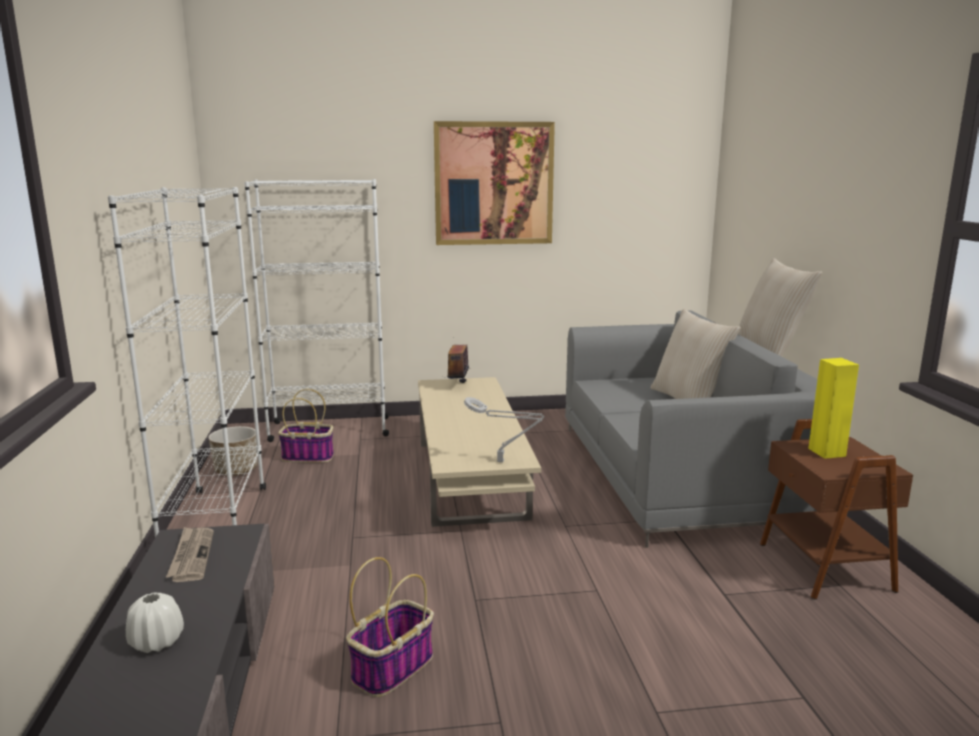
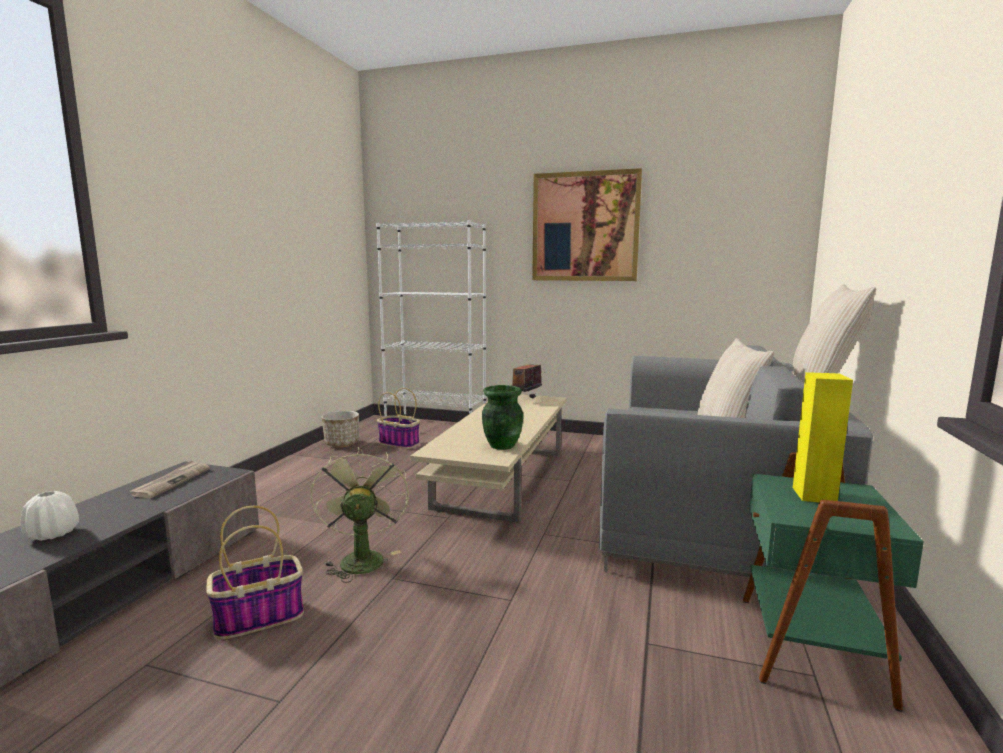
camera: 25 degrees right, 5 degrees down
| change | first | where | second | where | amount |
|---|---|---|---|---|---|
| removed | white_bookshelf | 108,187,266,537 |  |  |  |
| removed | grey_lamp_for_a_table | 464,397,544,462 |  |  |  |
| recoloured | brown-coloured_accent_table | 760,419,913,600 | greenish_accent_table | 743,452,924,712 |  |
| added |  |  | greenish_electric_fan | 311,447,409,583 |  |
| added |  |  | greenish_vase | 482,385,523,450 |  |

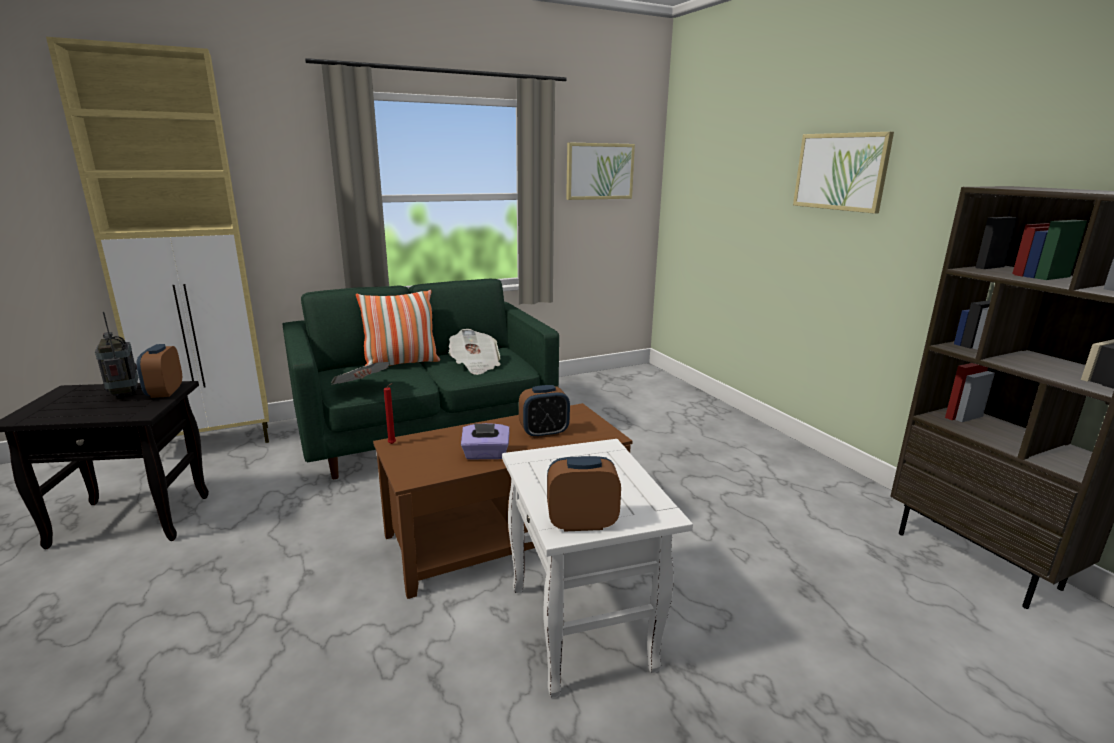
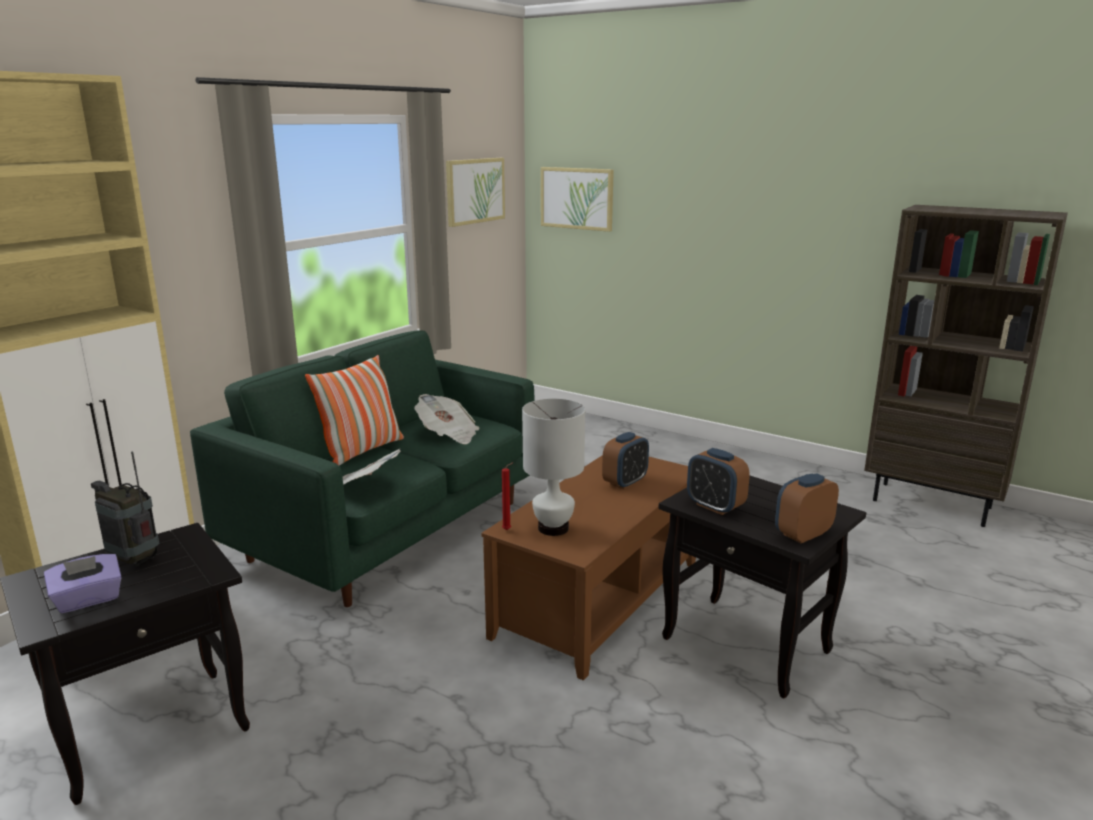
camera: 30 degrees left, 0 degrees up
| change | first | where | second | where | amount |
|---|---|---|---|---|---|
| moved | bedside_clock | 136,344,182,398 |  | 687,448,750,515 |  |
| moved | purple-coloured_tissue_box | 461,423,510,460 |  | 44,554,122,613 |  |
| recoloured | white_accent_table | 502,439,693,697 | black_accent_table | 659,476,866,699 |  |
| moved | wall_picture | 793,132,894,214 |  | 541,167,614,232 |  |
| added |  |  | white_lamp_for_a_table | 522,399,585,536 |  |

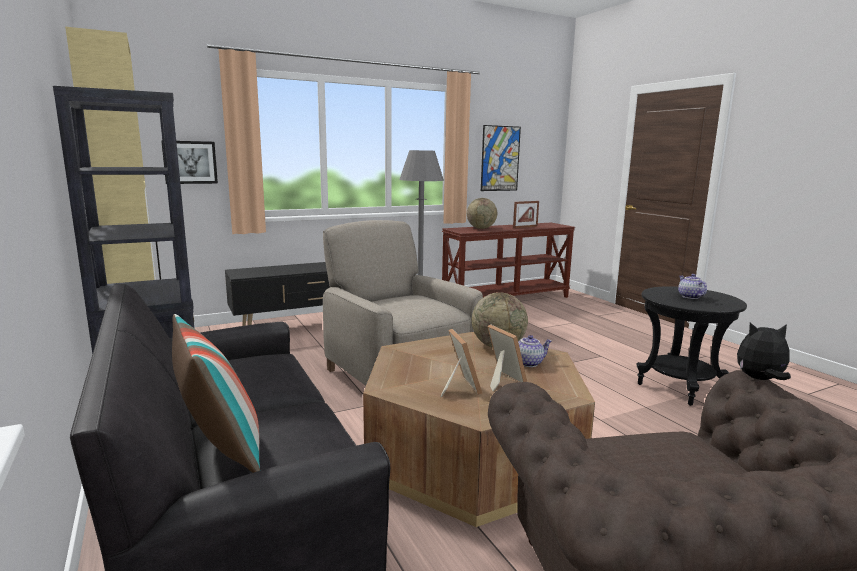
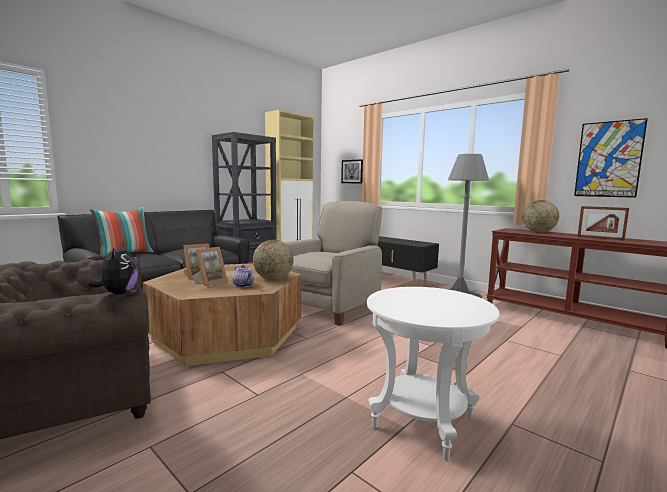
camera: 70 degrees right, 5 degrees down
| change | first | where | second | where | amount |
|---|---|---|---|---|---|
| recoloured | black_accent_table | 637,286,747,406 | white_accent_table | 367,287,499,460 |  |
| removed | tea_pot | 678,274,707,299 |  |  |  |

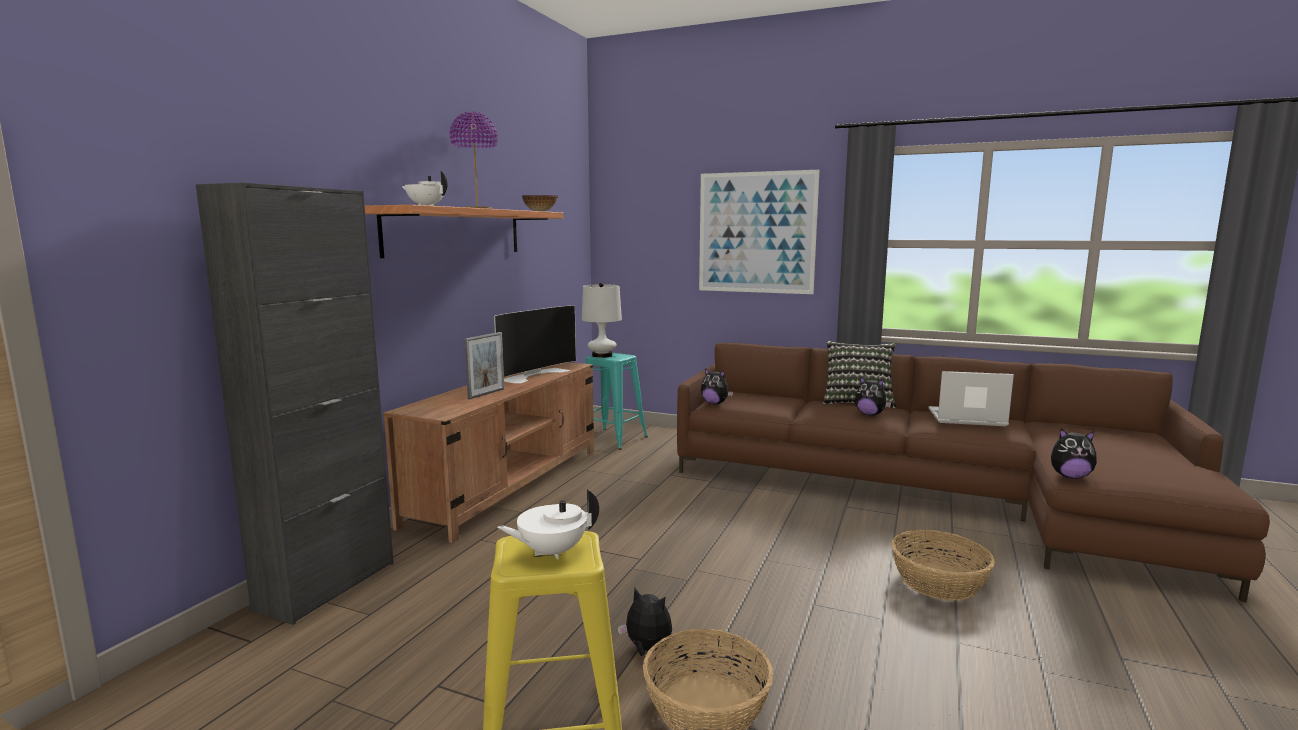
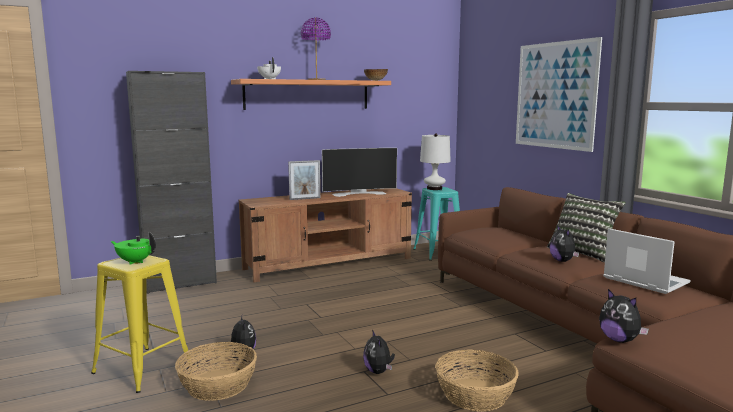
camera: 40 degrees right, 0 degrees up
| change | first | where | second | where | amount |
|---|---|---|---|---|---|
| recoloured | white_tea_pot | 497,489,599,560 | greenish_tea_pot | 111,232,156,265 |  |
| moved | plush_toy | 701,368,733,404 |  | 363,330,395,374 |  |

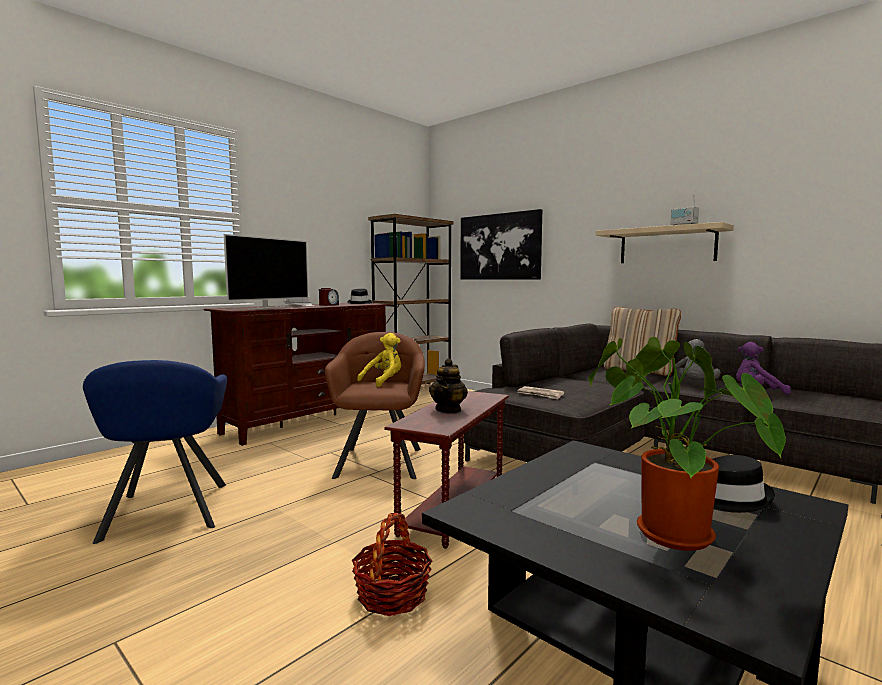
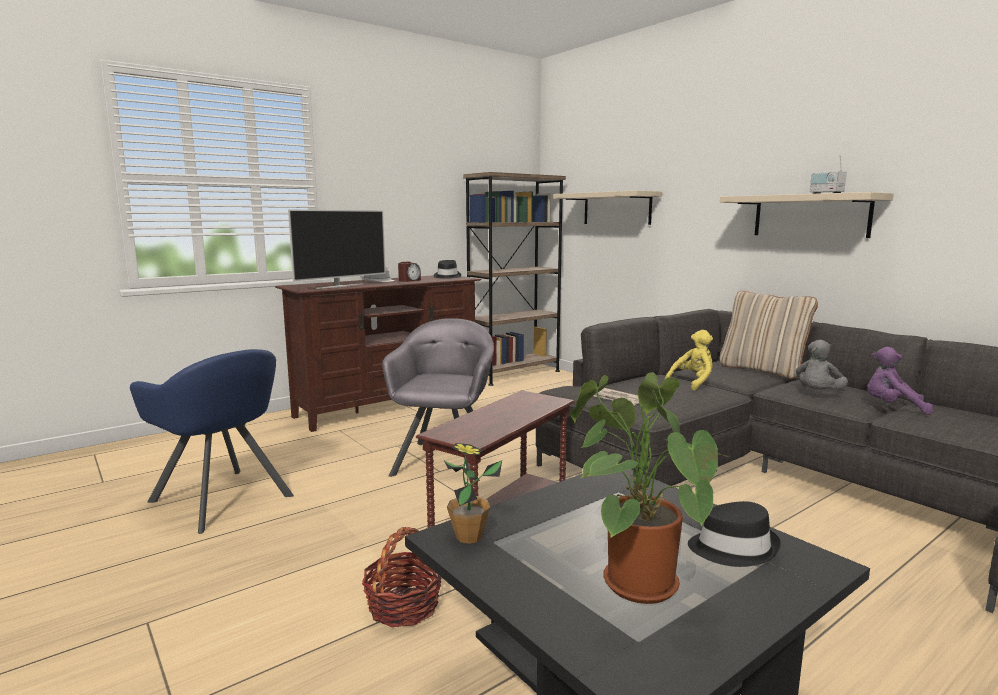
camera: 10 degrees right, 5 degrees up
| change | first | where | second | where | amount |
|---|---|---|---|---|---|
| turned | blue-coloured_lounge_chair | 83,360,227,544 |  | 130,349,294,534 | 45 degrees counterclockwise |
| recoloured | brown-coloured_lounge_chair | 325,332,425,479 | grey_lounge_chair | 382,318,494,480 |  |
| moved | yellow_plush_toy | 357,333,401,387 |  | 665,330,713,391 |  |
| removed | tea_pot | 429,358,468,414 |  |  |  |
| replaced | wall_picture | 460,209,542,280 | beige_wall_shelf | 553,190,662,225 |  |
| added |  |  | plant_in_a_pot | 444,443,502,544 |  |

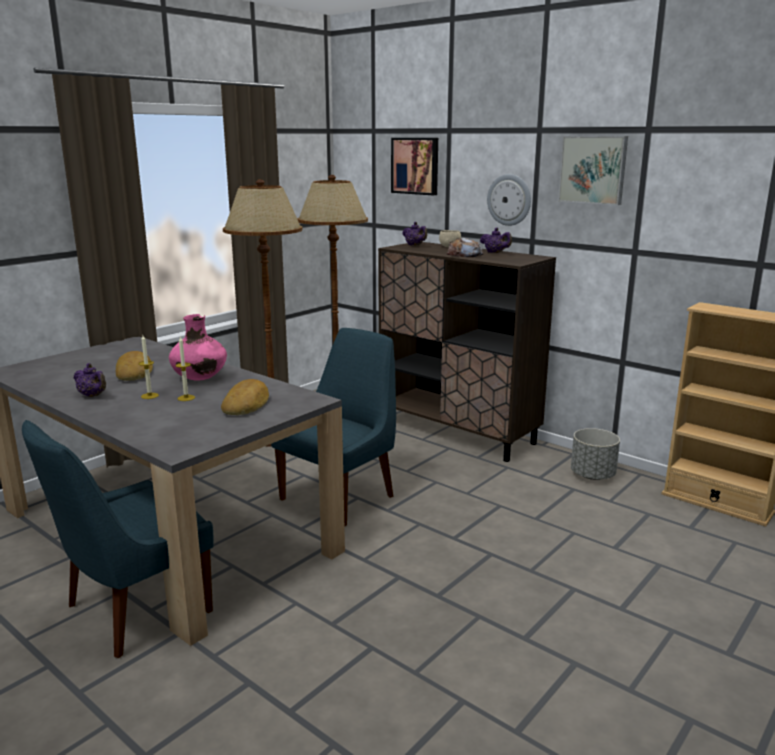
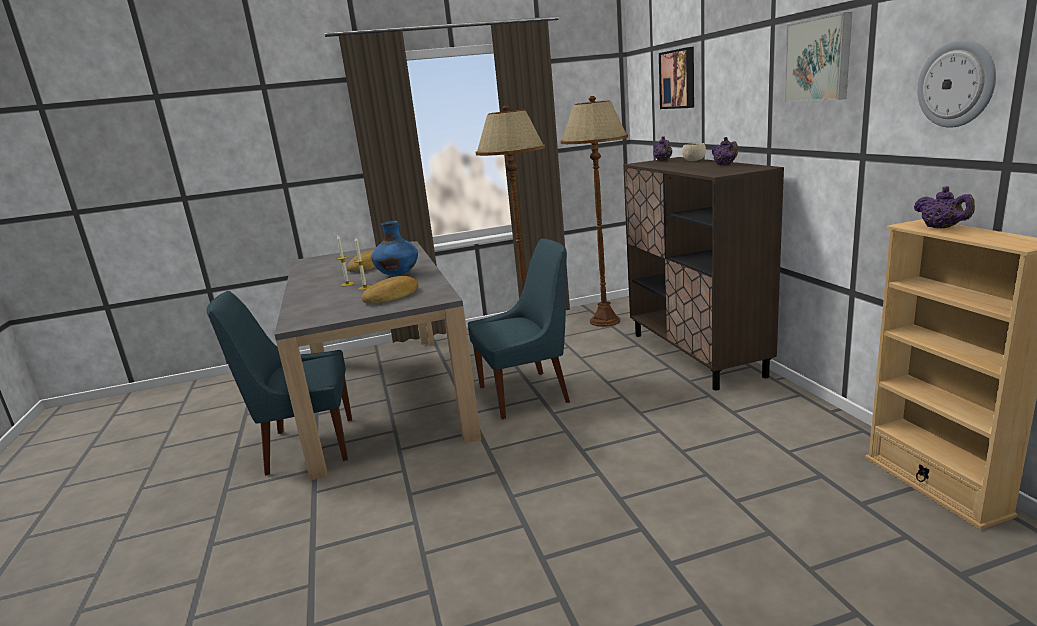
camera: 35 degrees right, 0 degrees up
| change | first | where | second | where | amount |
|---|---|---|---|---|---|
| moved | purple-coloured_tea_pot | 74,363,106,397 |  | 914,186,975,229 |  |
| recoloured | pink_vase | 169,314,227,381 | blue-coloured_vase | 371,221,418,276 |  |
| removed | bread | 447,238,483,257 |  |  |  |
| moved | hanging_clock | 487,174,531,226 |  | 917,39,996,128 |  |
| removed | grey_planter | 571,428,620,480 |  |  |  |

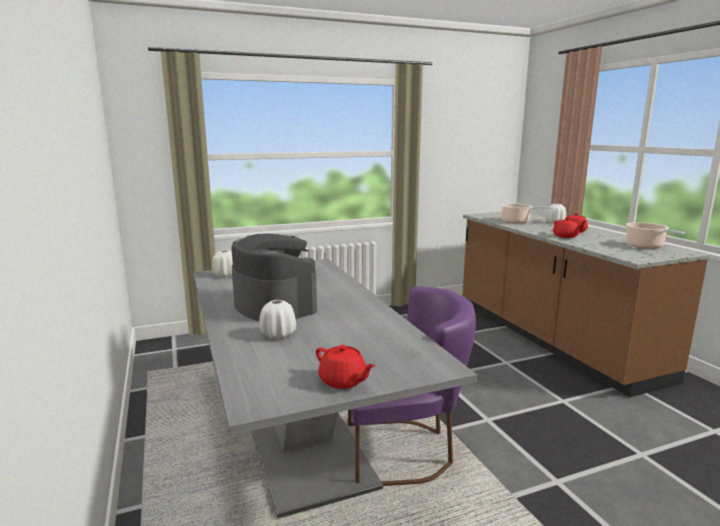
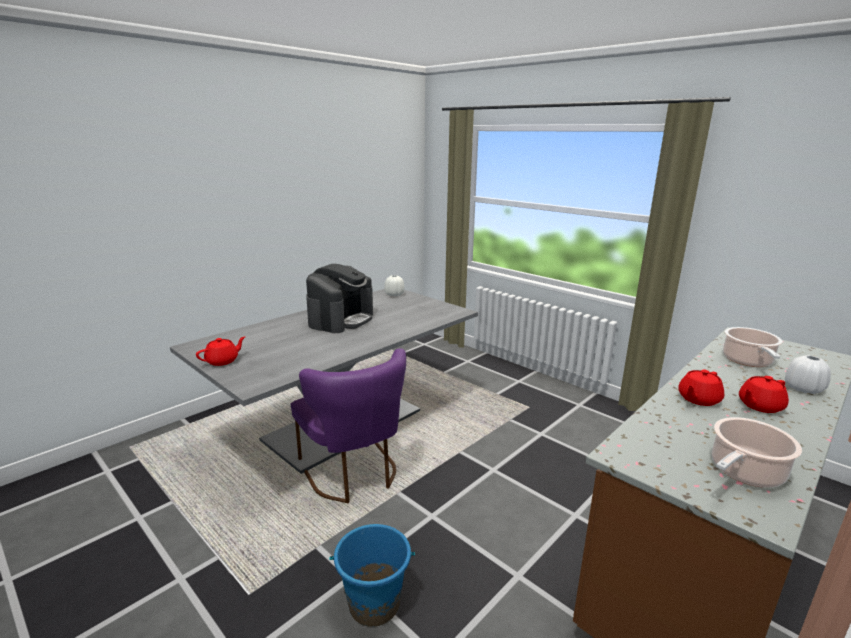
camera: 65 degrees right, 5 degrees up
| change | first | where | second | where | amount |
|---|---|---|---|---|---|
| removed | white_vase | 259,300,296,339 |  |  |  |
| turned | red-coloured_tea_pot | 316,345,375,389 |  | 196,337,245,366 | 150 degrees counterclockwise |
| added |  |  | blue-coloured_bucket | 330,524,415,627 |  |

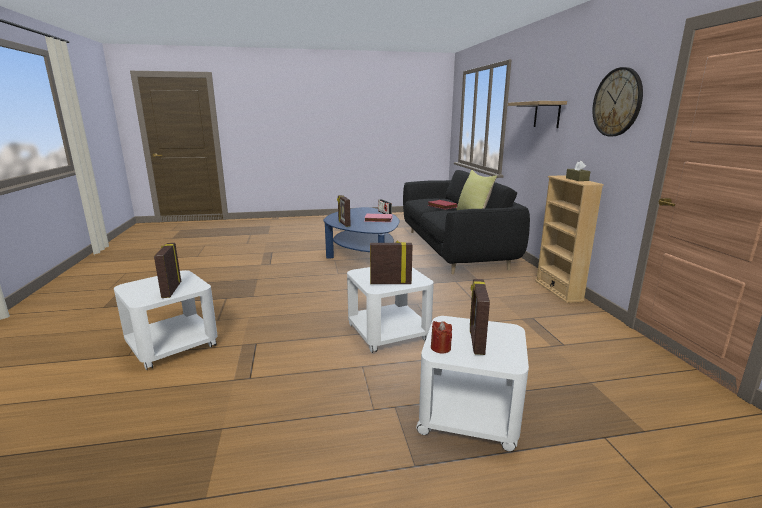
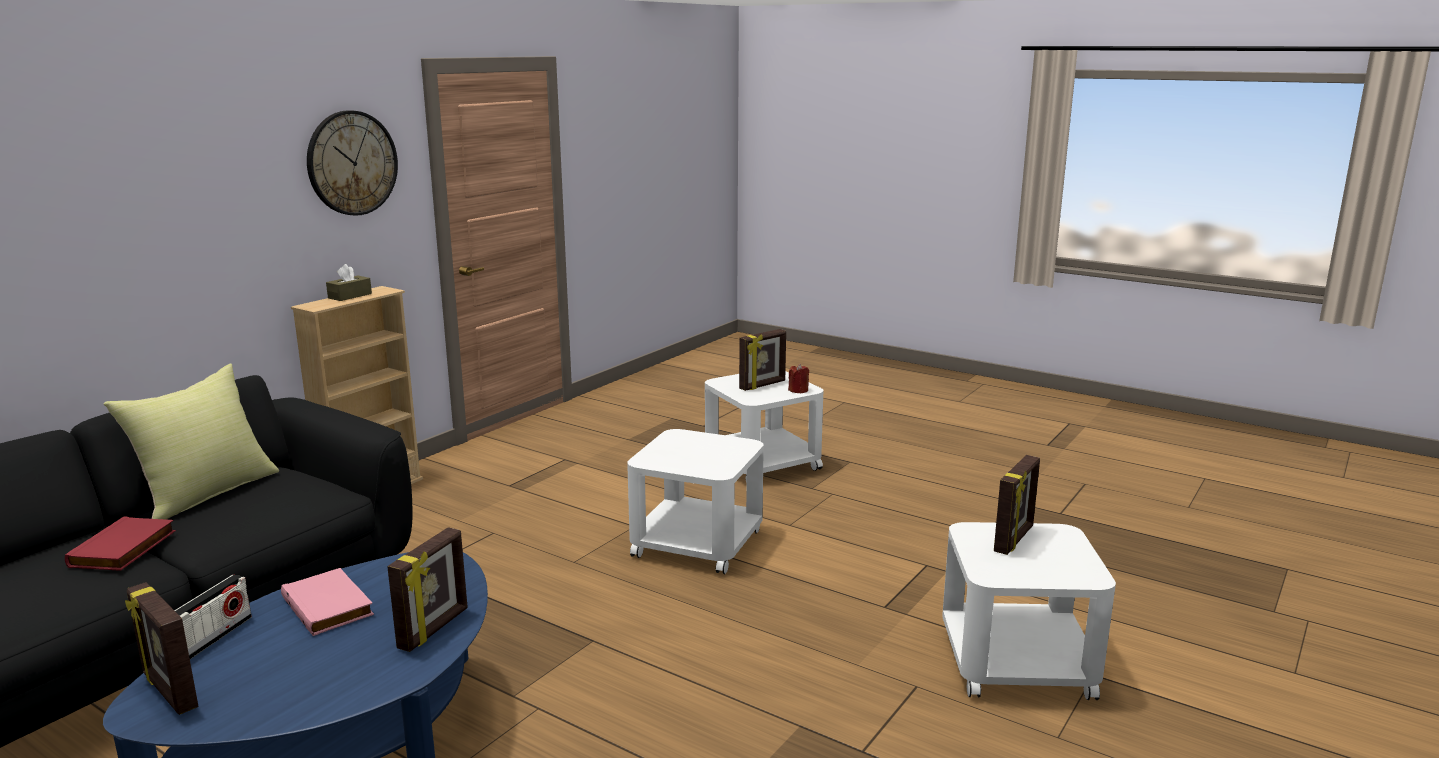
camera: 135 degrees left, 0 degrees up
| change | first | where | second | where | amount |
|---|---|---|---|---|---|
| moved | photo_frame | 370,241,412,284 |  | 125,582,198,715 |  |
| removed | wall_shelf | 508,101,567,128 |  |  |  |

